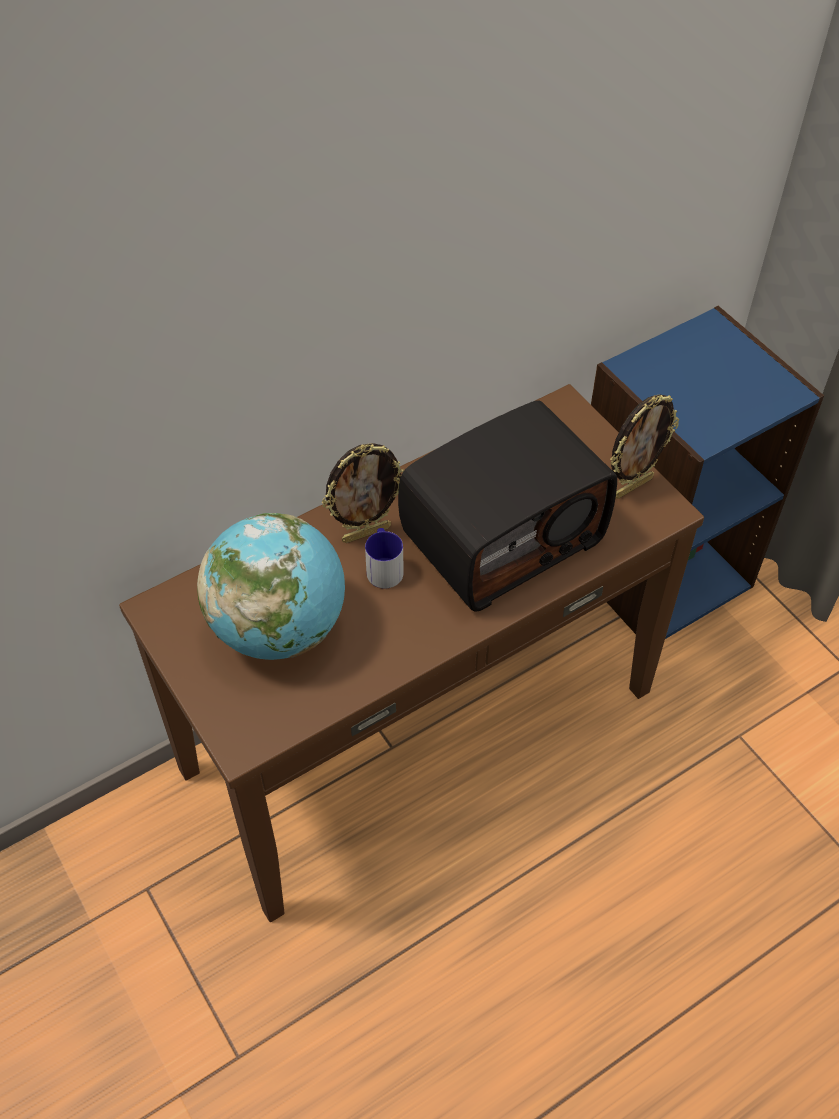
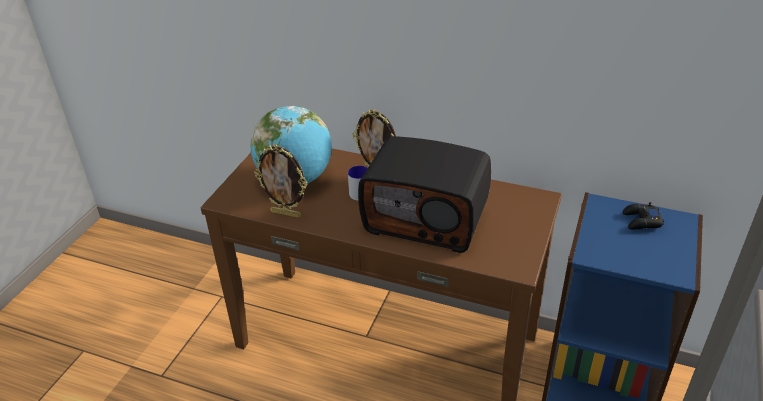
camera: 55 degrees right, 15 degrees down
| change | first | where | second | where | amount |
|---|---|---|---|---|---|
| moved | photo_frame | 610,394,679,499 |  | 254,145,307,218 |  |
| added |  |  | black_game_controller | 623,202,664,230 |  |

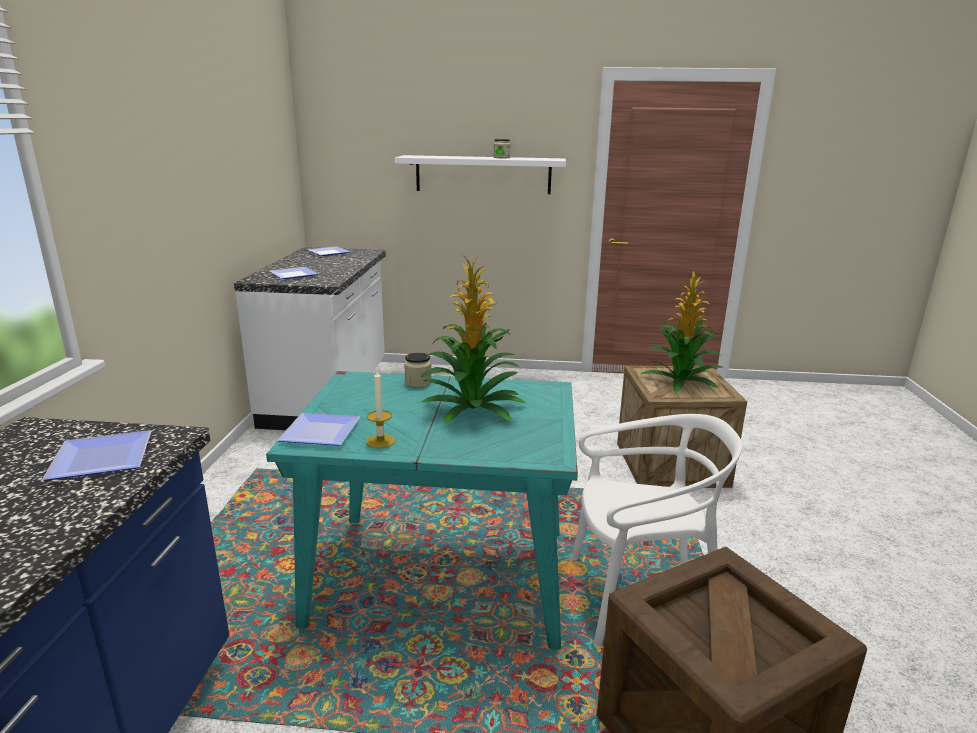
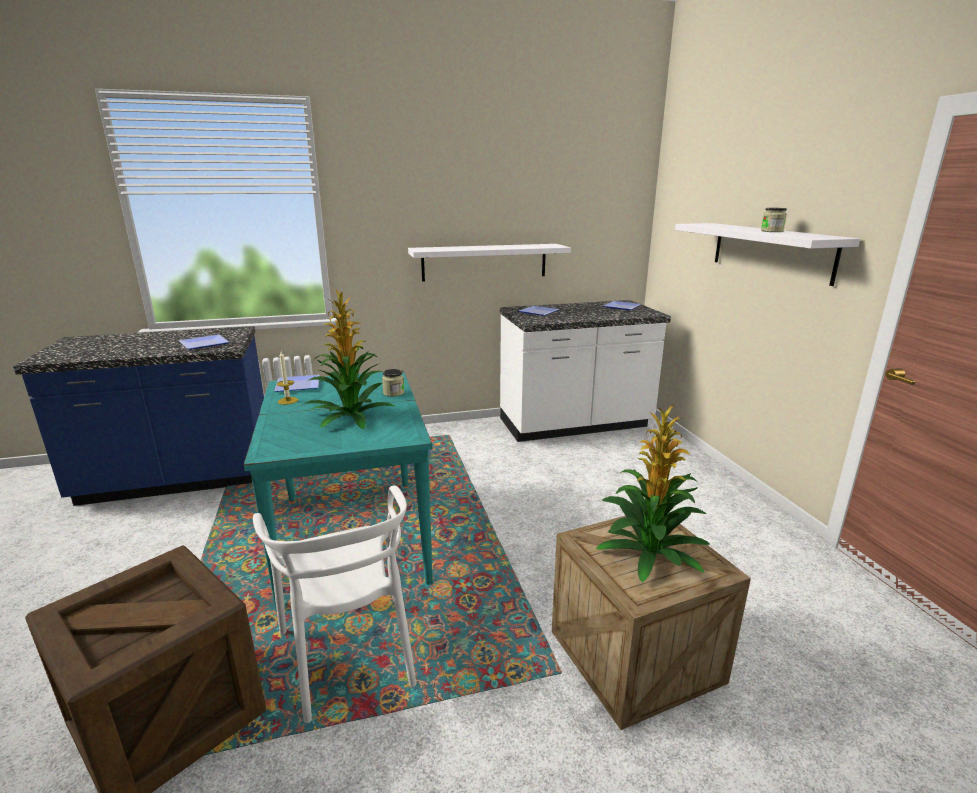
camera: 70 degrees right, 0 degrees up
| change | first | where | second | where | amount |
|---|---|---|---|---|---|
| added |  |  | white_wall_shelf | 408,244,571,281 |  |

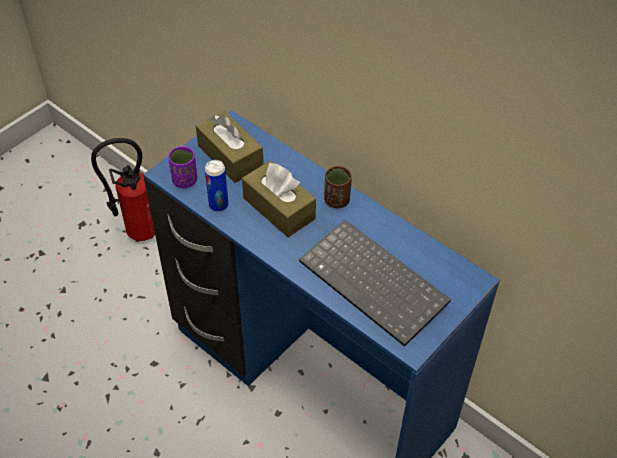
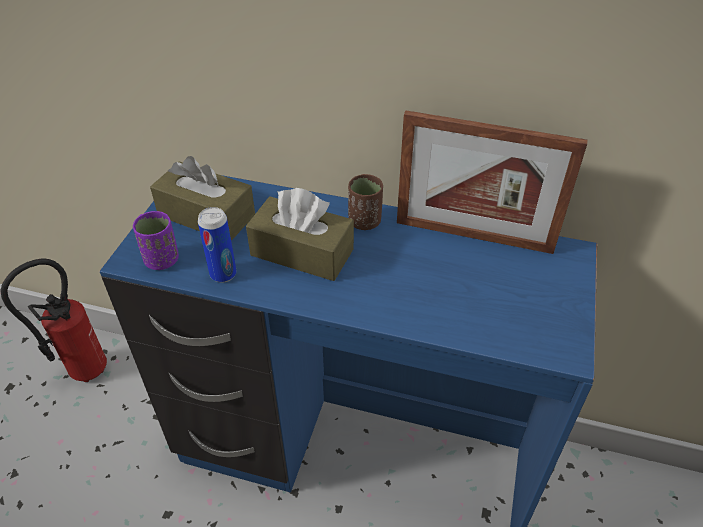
camera: 25 degrees left, 5 degrees down
| change | first | where | second | where | amount |
|---|---|---|---|---|---|
| removed | keyboard | 299,220,451,347 |  |  |  |
| added |  |  | photo_frame | 397,111,588,254 |  |

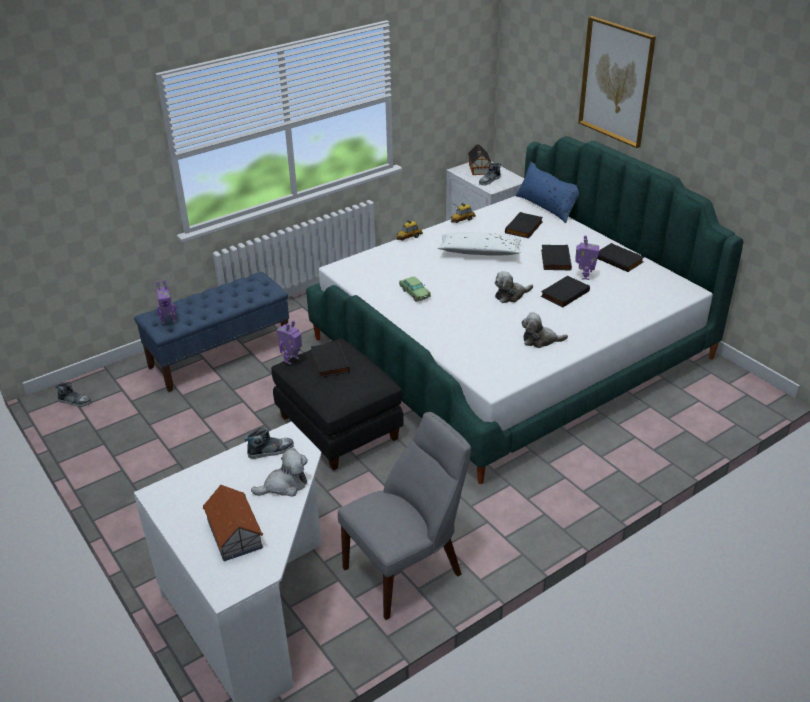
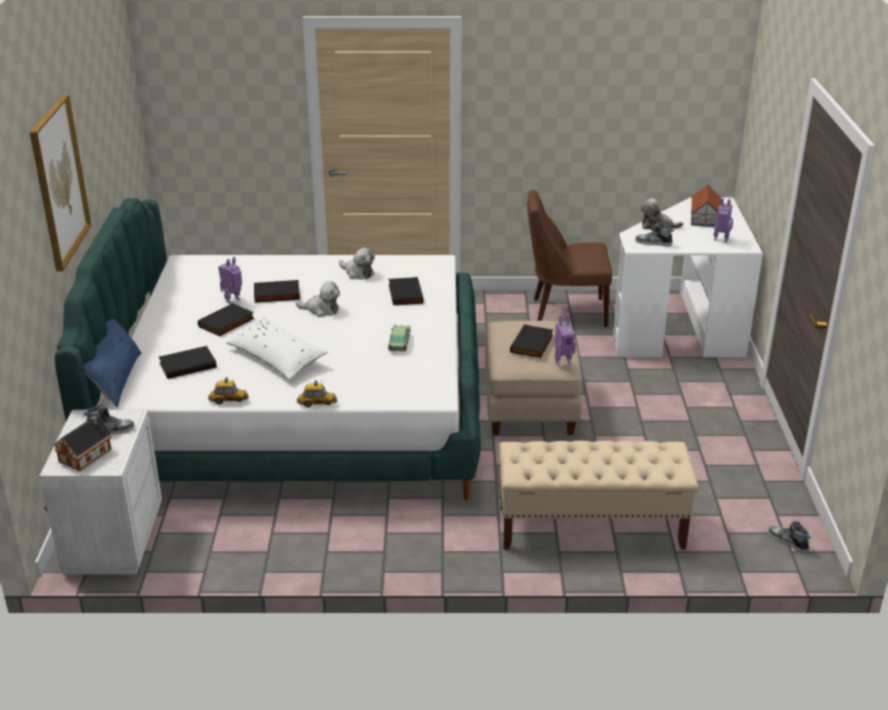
camera: 145 degrees left, 5 degrees down
| change | first | where | second | where | amount |
|---|---|---|---|---|---|
| recoloured | blue-coloured_long_seat | 134,272,289,392 | beige_long_seat | 499,441,698,550 |  |
| moved | robot_figure | 156,280,176,325 |  | 714,198,733,243 |  |
| recoloured | black_footrest | 271,338,404,471 | beige_footrest | 485,321,582,435 |  |
| recoloured | grey_plain_chair | 338,412,471,620 | brown-coloured_plain_chair | 527,190,612,327 |  |
| moved | black_volume | 597,243,644,272 |  | 389,277,424,305 |  |

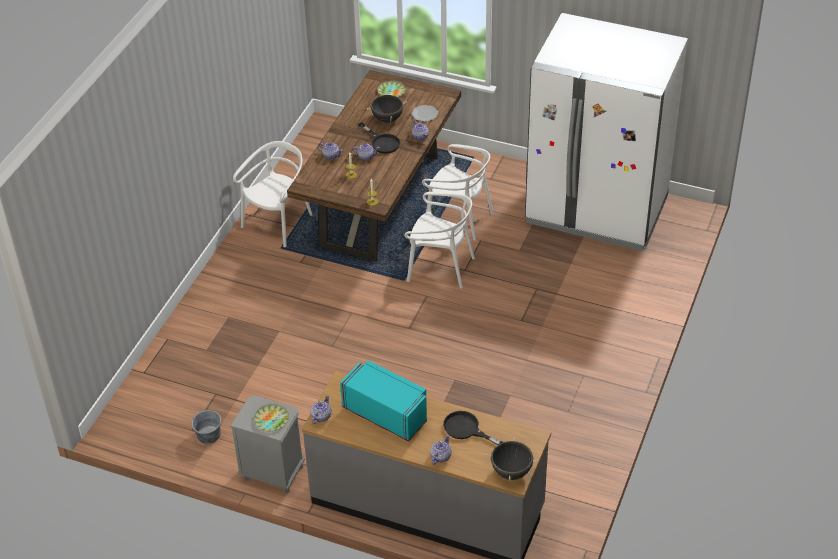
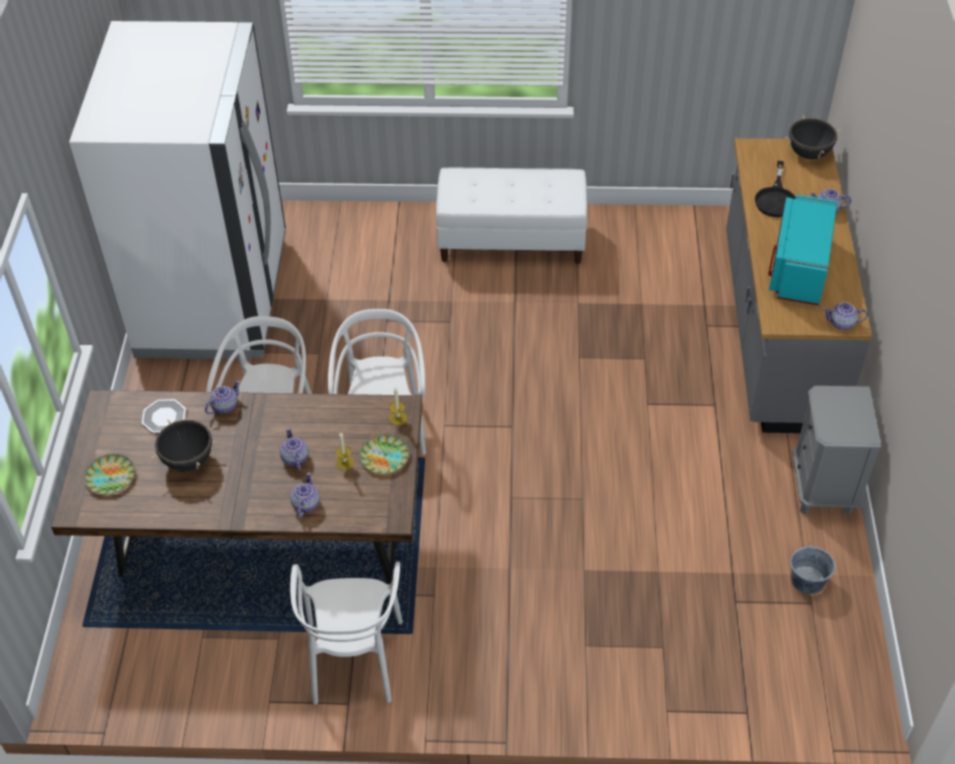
camera: 110 degrees left, 5 degrees up
| change | first | where | second | where | amount |
|---|---|---|---|---|---|
| turned | white_plain_chair | 233,141,313,247 |  | 290,562,403,705 | 105 degrees counterclockwise |
| moved | plate | 254,404,289,431 |  | 359,434,409,474 |  |
| removed | black_frying_pan | 358,122,400,154 |  |  |  |
| added |  |  | white_long_seat | 436,167,588,264 |  |

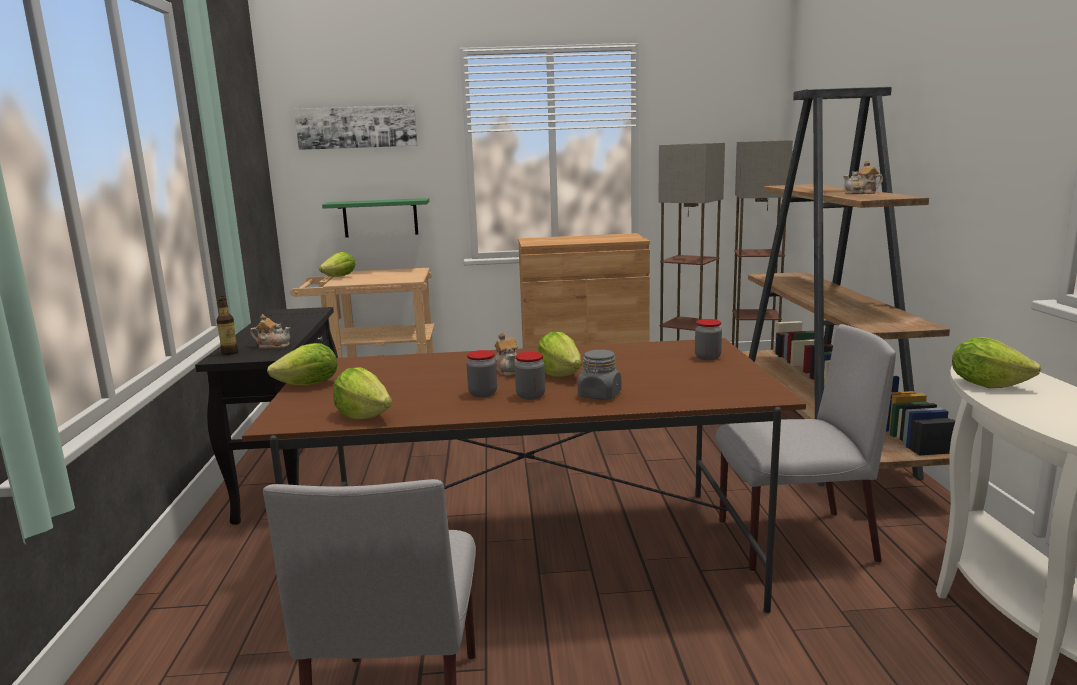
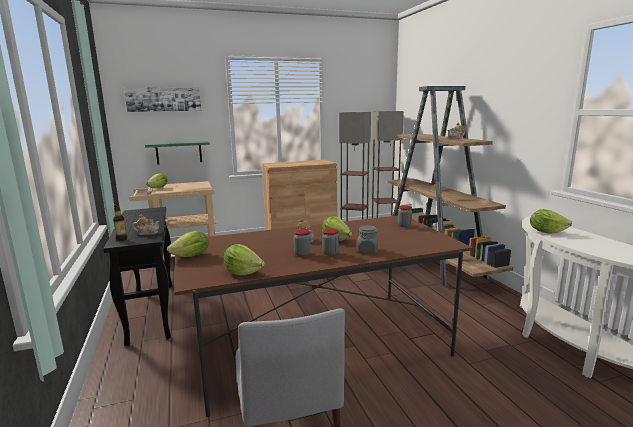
camera: 15 degrees left, 0 degrees up
| change | first | where | second | where | amount |
|---|---|---|---|---|---|
| removed | grey_plain_chair | 716,324,896,572 |  |  |  |

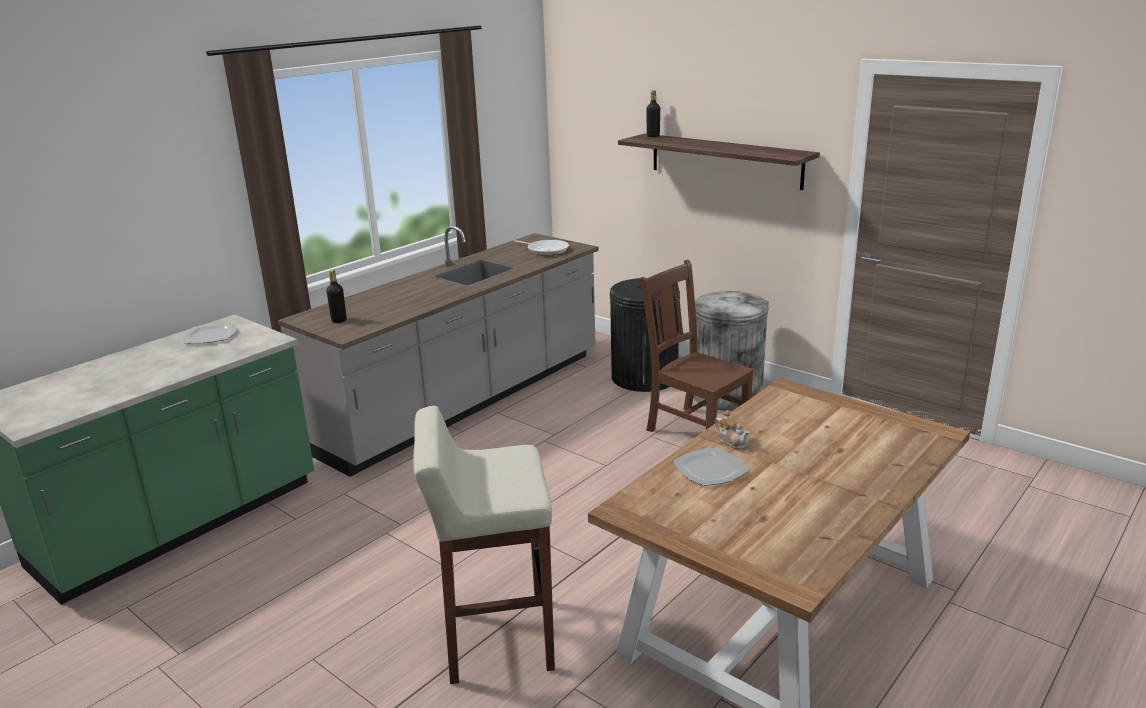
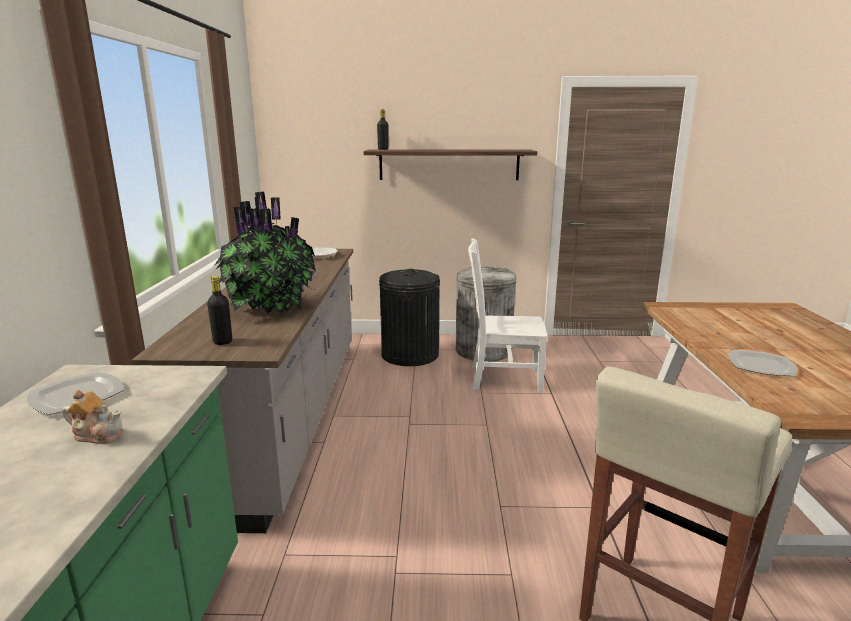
camera: 40 degrees left, 5 degrees down
| change | first | where | second | where | amount |
|---|---|---|---|---|---|
| recoloured | brown-coloured_plain_chair | 640,260,754,432 | white_plain_chair | 468,238,547,393 |  |
| moved | tea_pot | 715,410,750,449 |  | 62,390,124,444 |  |
| added |  |  | plant_in_a_pot | 215,191,316,314 |  |

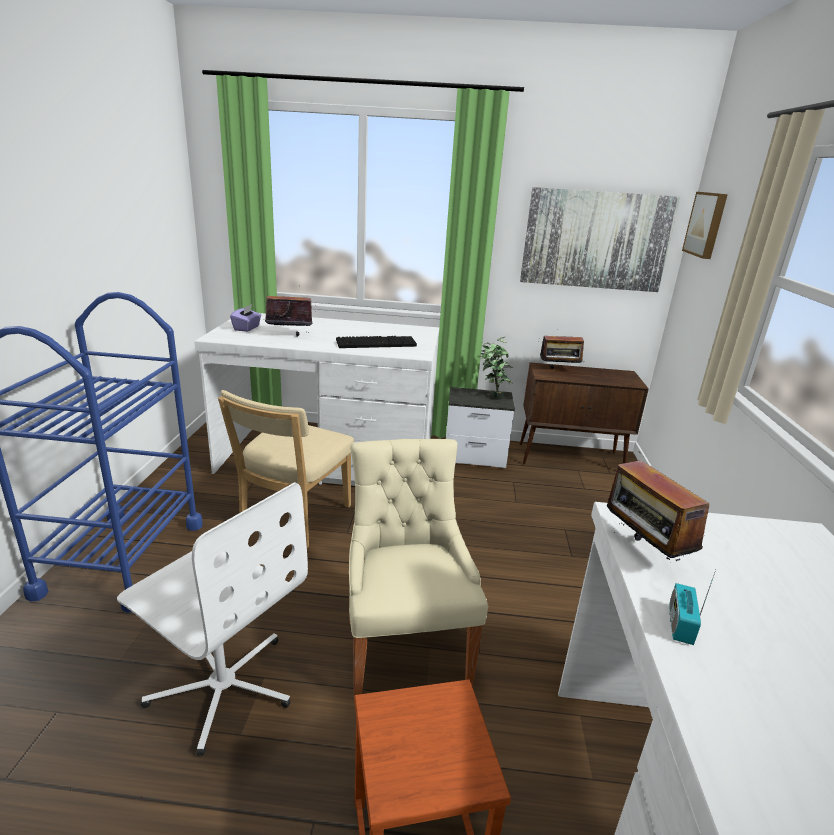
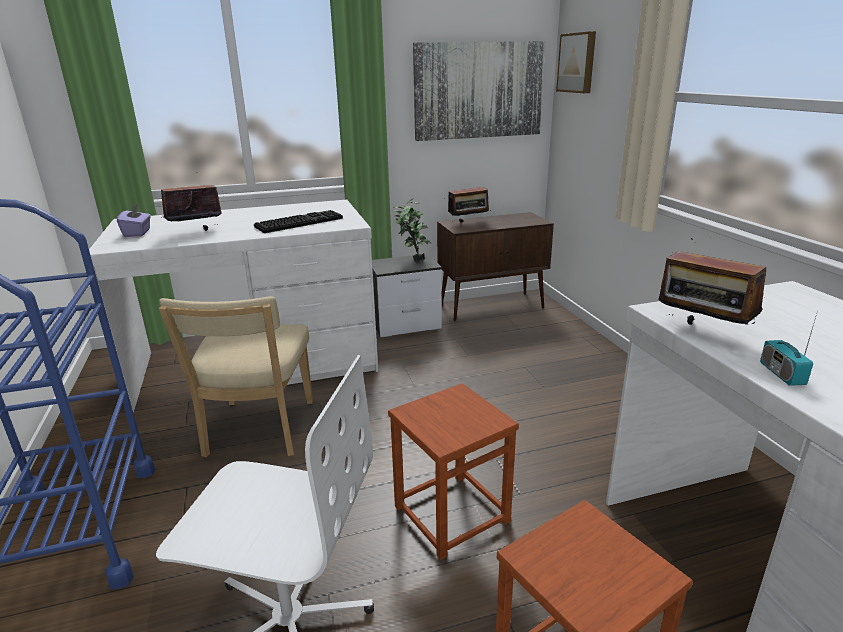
camera: 20 degrees left, 0 degrees up
| change | first | where | second | where | amount |
|---|---|---|---|---|---|
| replaced | beige_plain_chair | 349,439,488,696 | brown-coloured_stool | 388,383,519,560 |  |

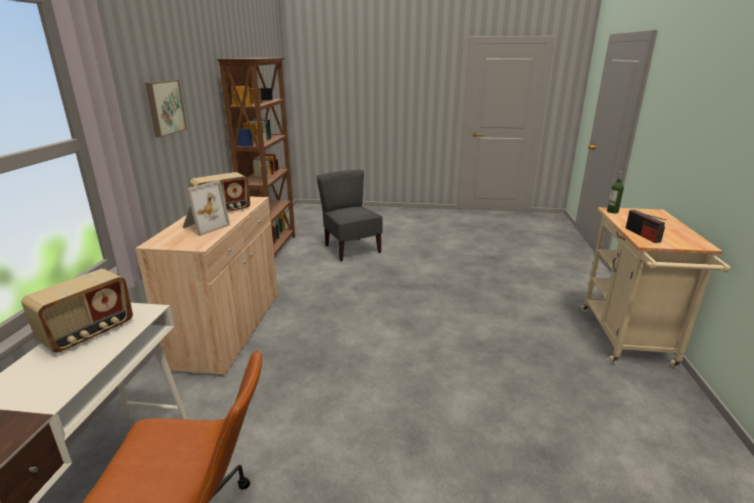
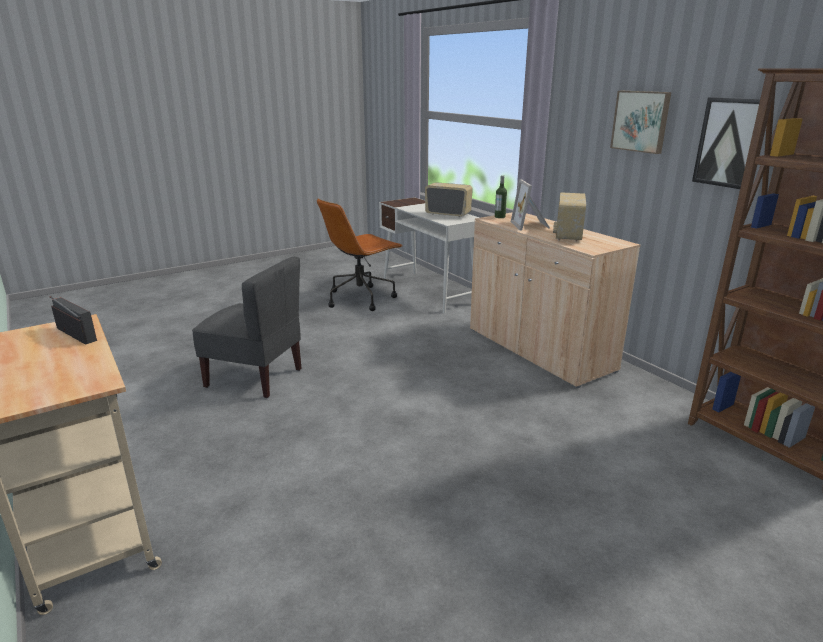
camera: 140 degrees right, 0 degrees up
| change | first | where | second | where | amount |
|---|---|---|---|---|---|
| turned | radio | 21,269,133,353 |  | 425,182,473,218 | 120 degrees clockwise |
| moved | grey_plain_chair | 316,170,383,262 |  | 192,257,302,398 |  |
| moved | drink_bottle | 607,171,624,213 |  | 495,175,507,218 |  |
| added |  |  | wall_picture | 692,97,760,189 |  |

